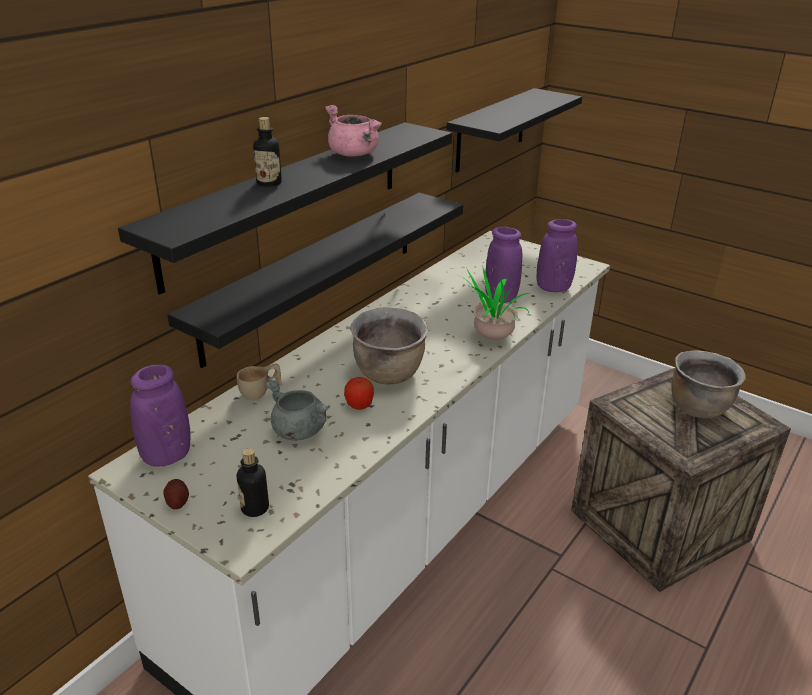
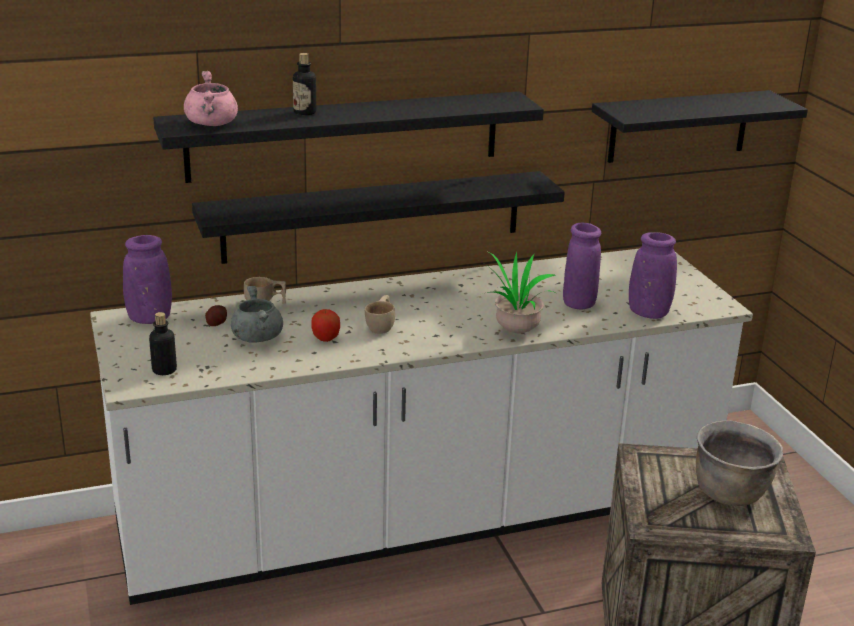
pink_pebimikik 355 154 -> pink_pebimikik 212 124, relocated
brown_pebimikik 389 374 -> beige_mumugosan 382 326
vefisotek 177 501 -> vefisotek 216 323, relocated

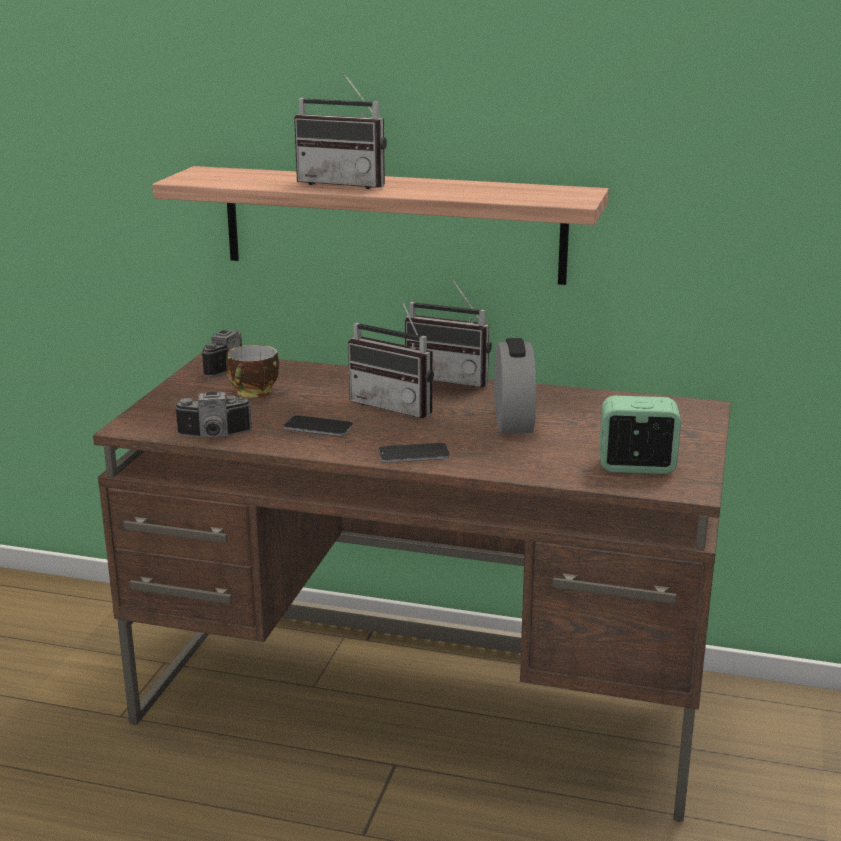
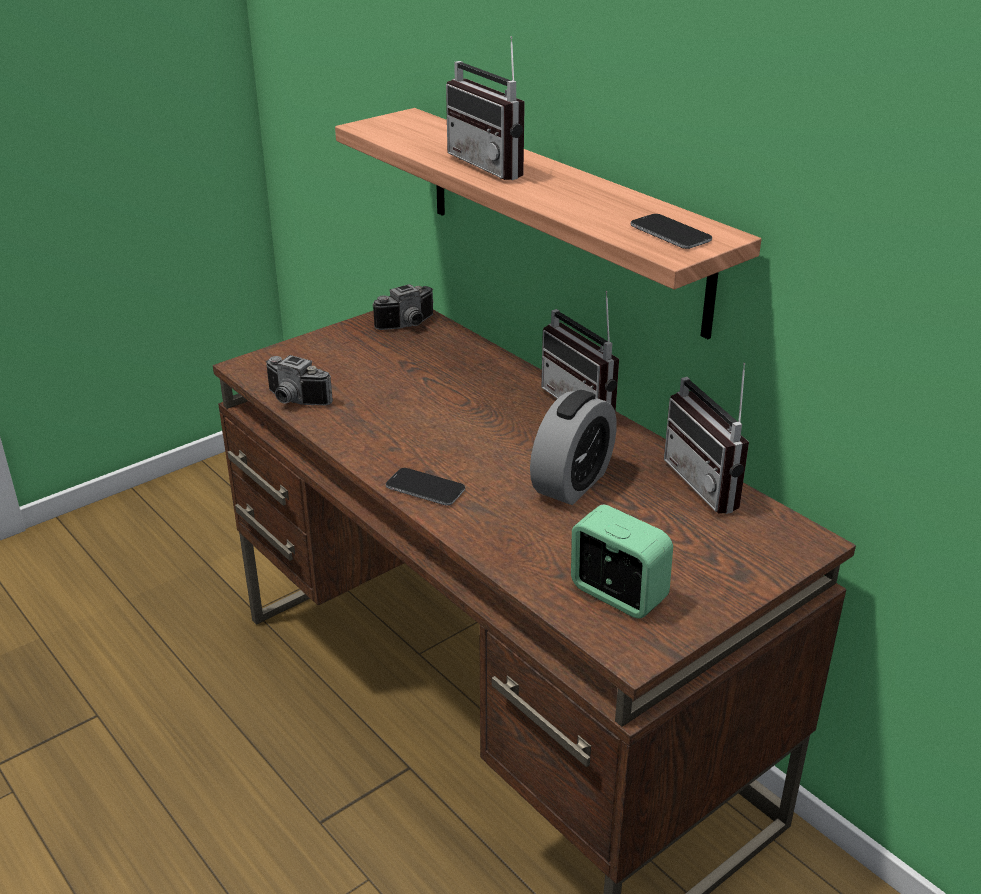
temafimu 397 405 -> temafimu 712 484, relocated
mumugosan 254 392 -> none
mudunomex 318 427 -> mudunomex 670 233, relocated

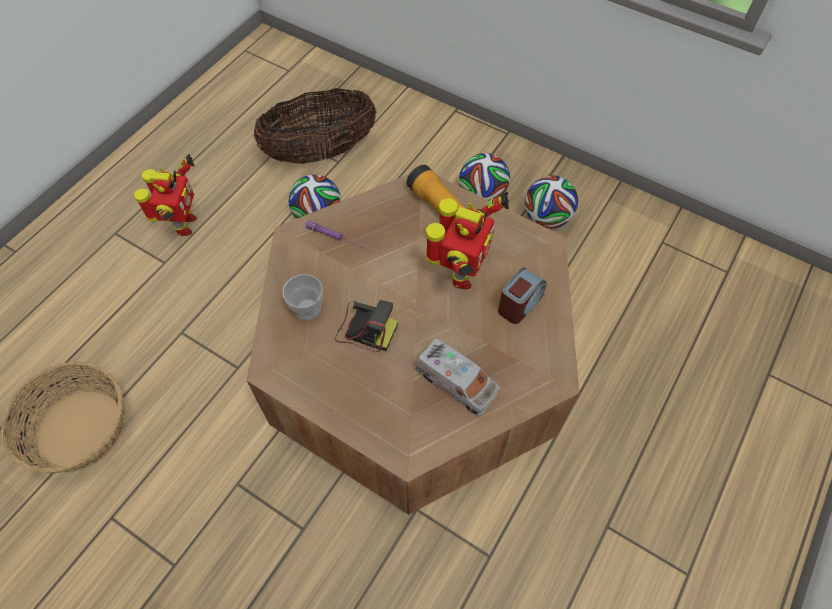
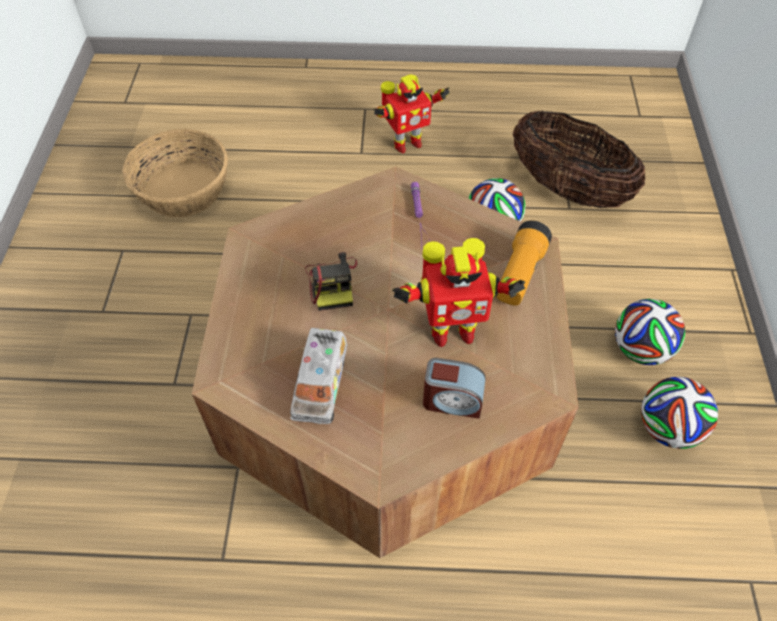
mumugosan 307 309 -> none

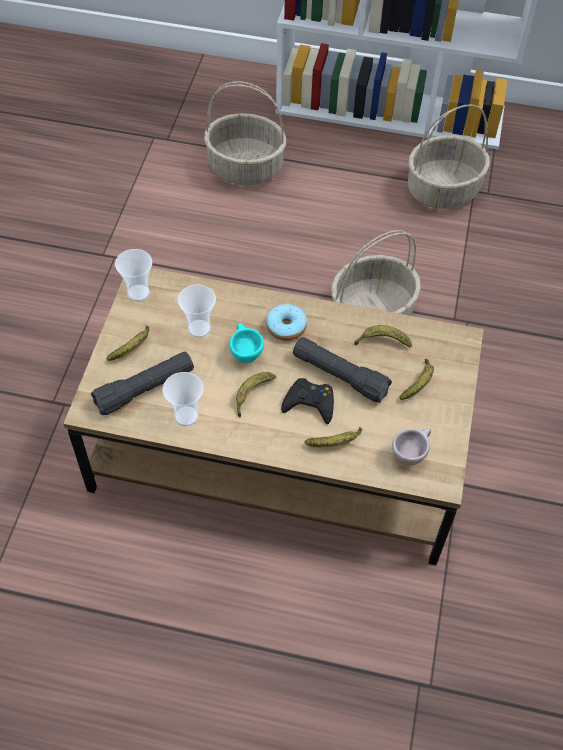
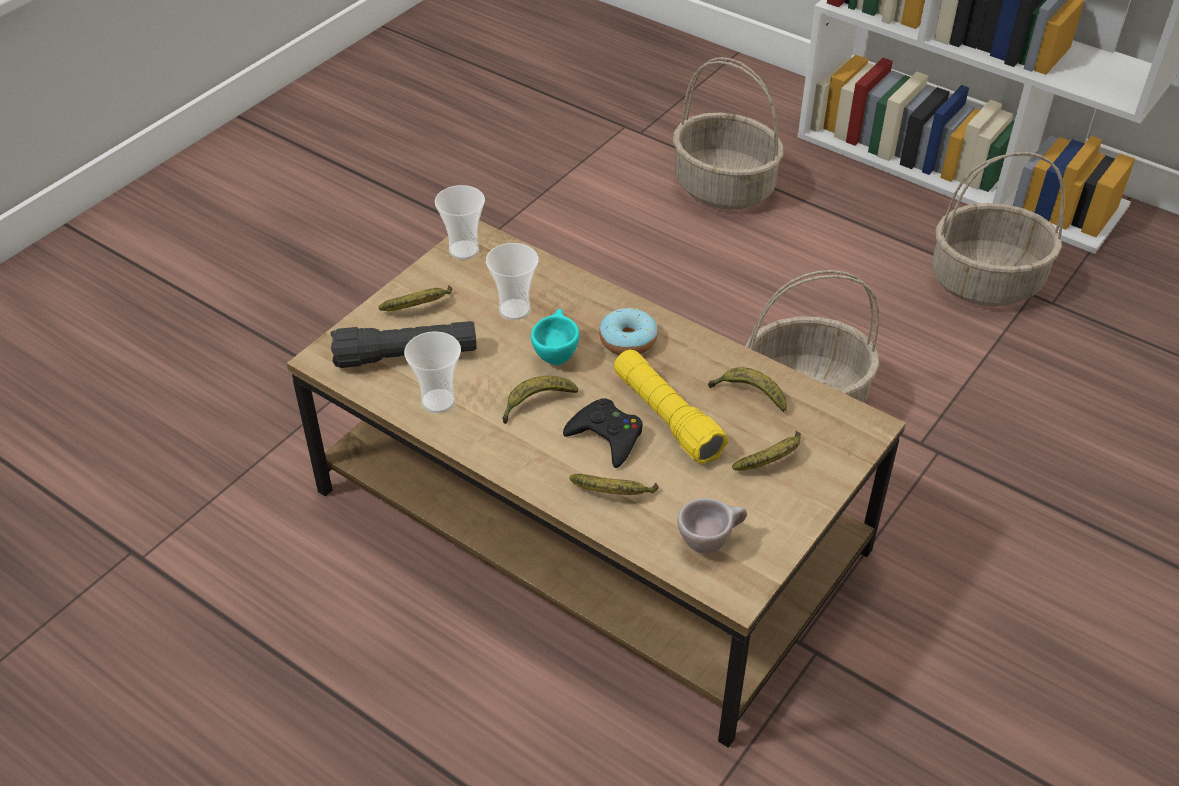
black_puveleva 339 376 -> yellow_puveleva 666 417

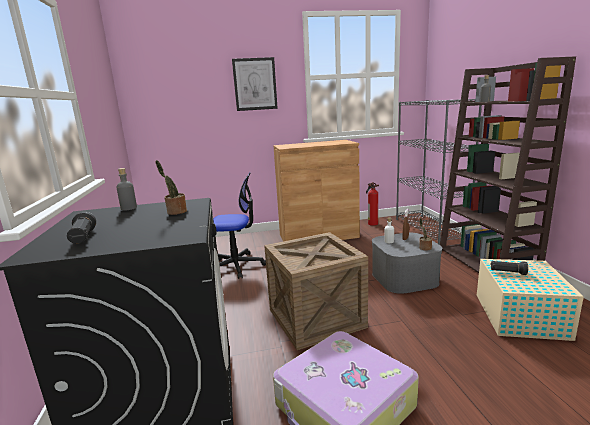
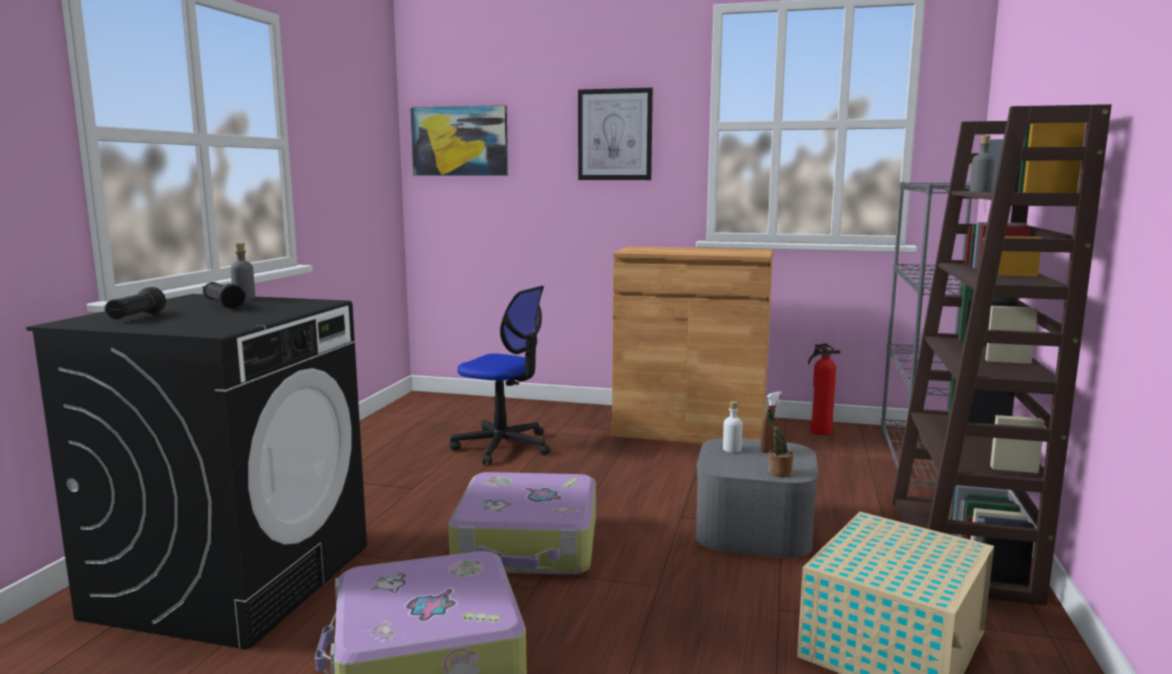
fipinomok 175 212 -> none
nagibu 316 318 -> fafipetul 528 545
black_puveleva 507 272 -> black_puveleva 223 305, relocated
none -> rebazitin 460 141

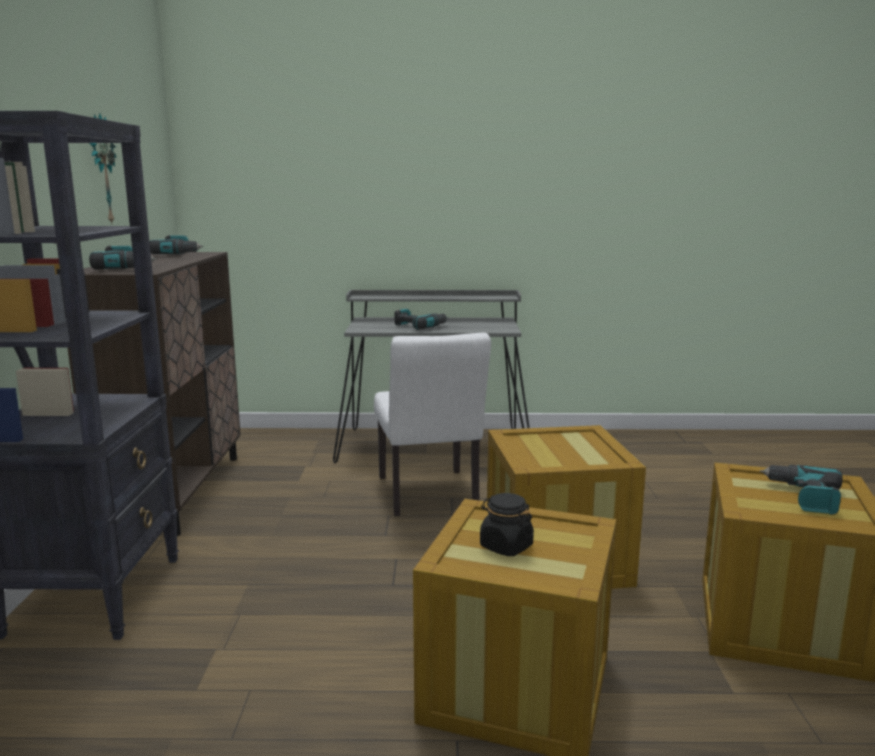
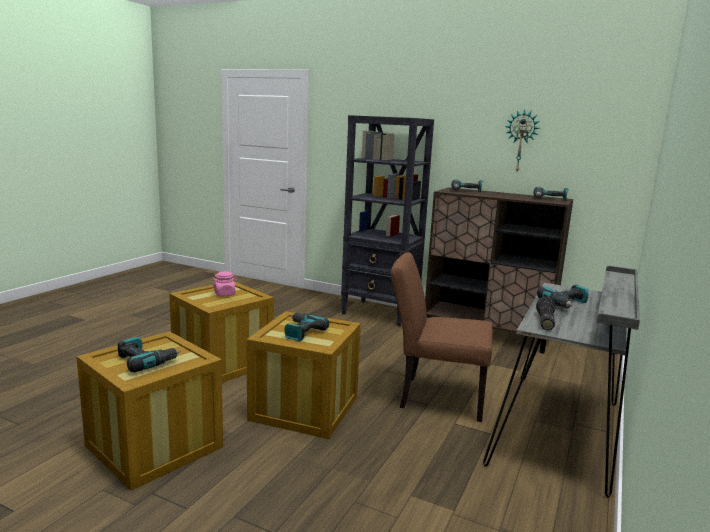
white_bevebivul 429 496 -> brown_bevebivul 434 397
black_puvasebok 506 546 -> pink_puvasebok 225 294
none -> puveleva 544 321
none -> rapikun 301 332

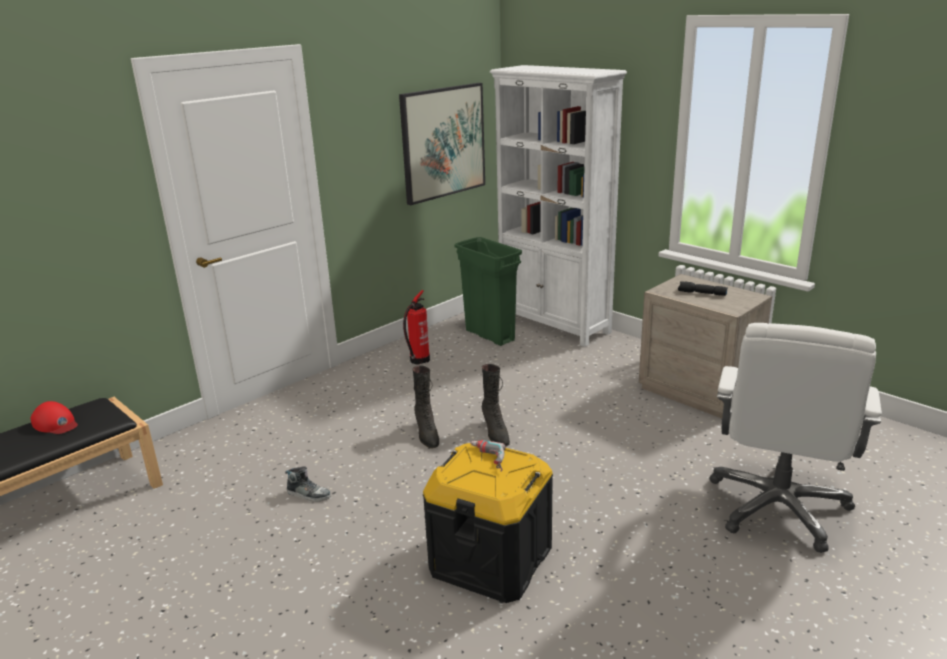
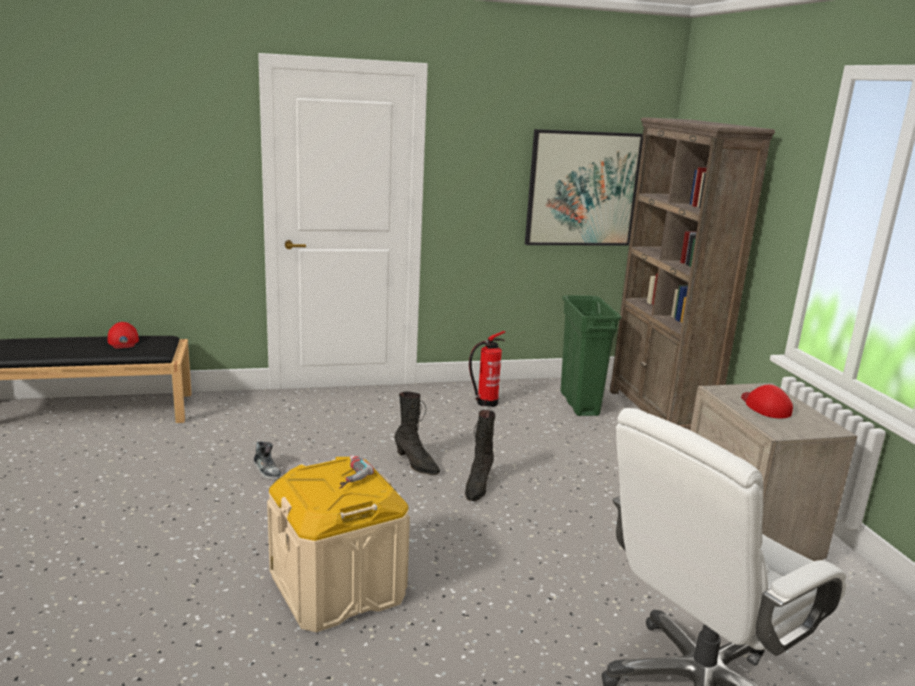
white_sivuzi 554 324 -> brown_sivuzi 659 415
black_puveleva 701 293 -> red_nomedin 765 406
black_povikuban 427 434 -> black_povikuban 416 464, 60 degrees counterclockwise
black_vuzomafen 491 559 -> beige_vuzomafen 338 587

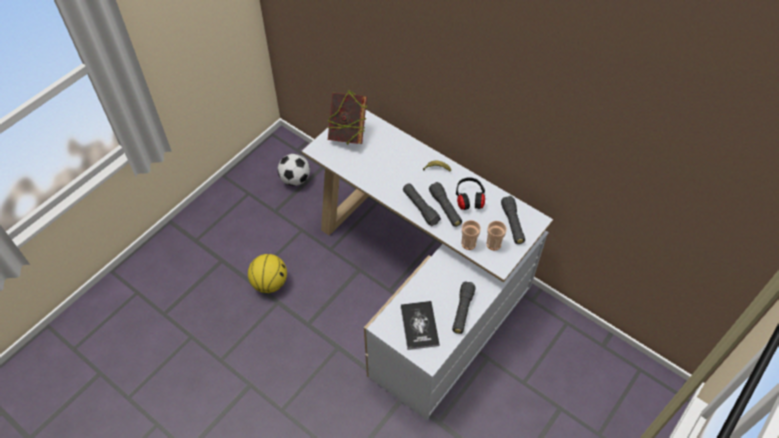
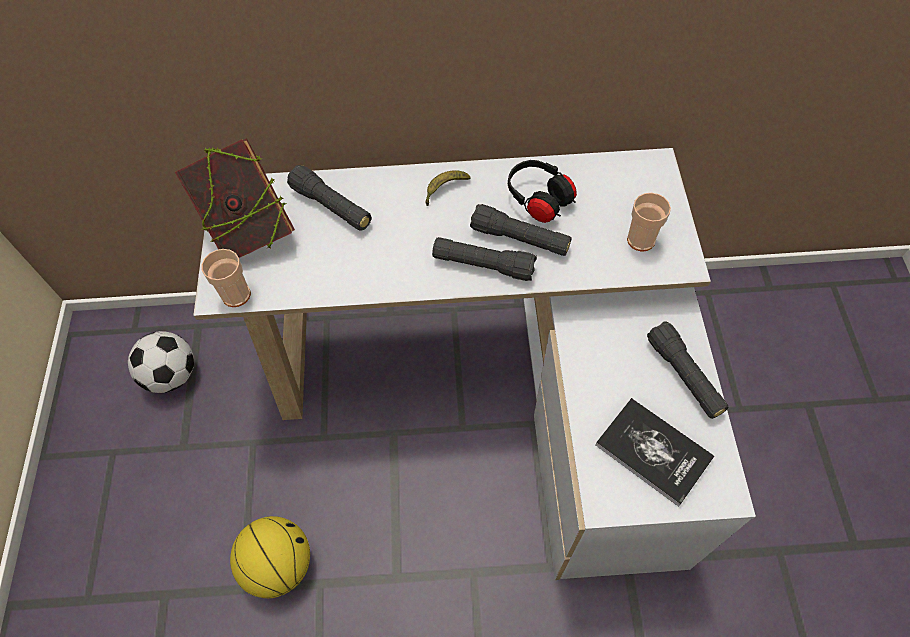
black_puveleva 512 224 -> black_puveleva 332 206, relocated
mumugosan 468 243 -> mumugosan 236 295, relocated

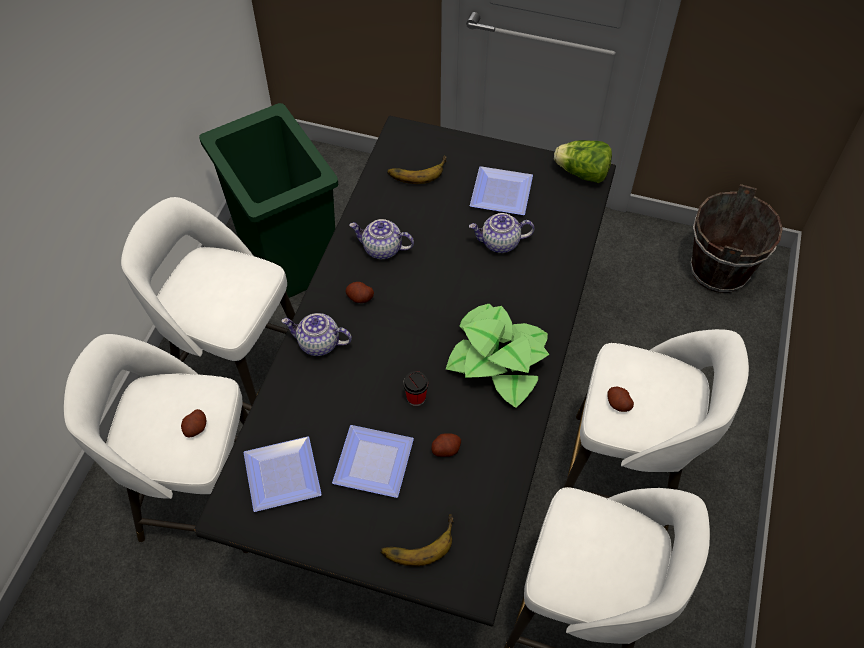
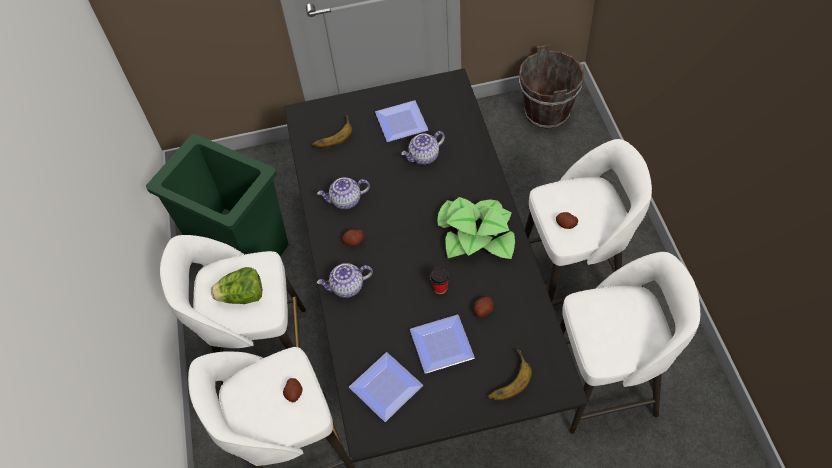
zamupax 582 173 -> zamupax 242 296, relocated

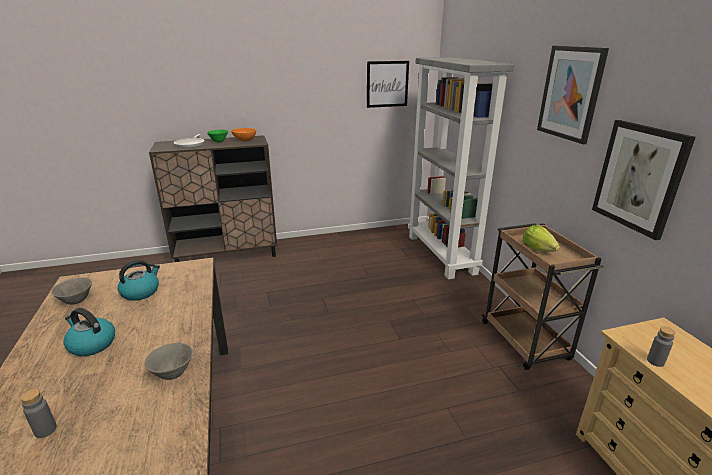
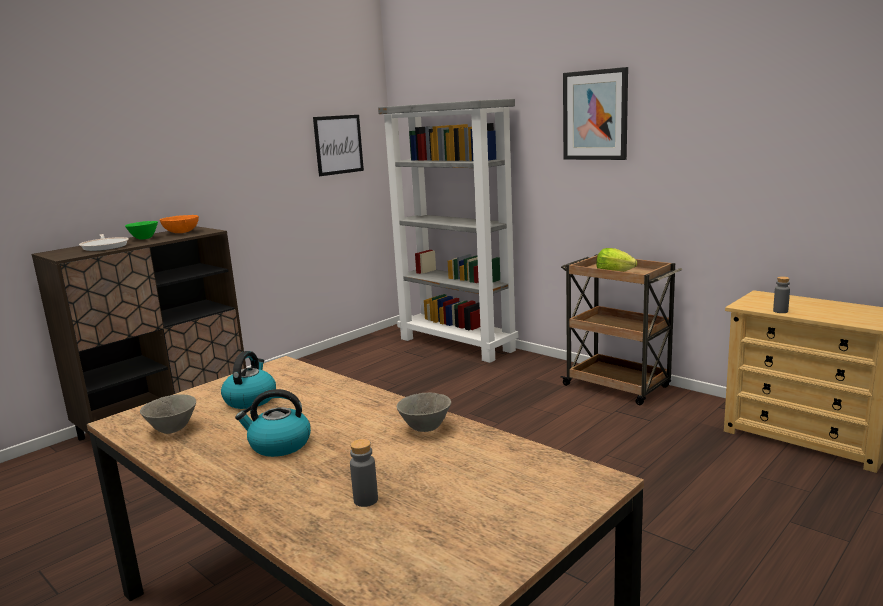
rebazitin 639 177 -> none

